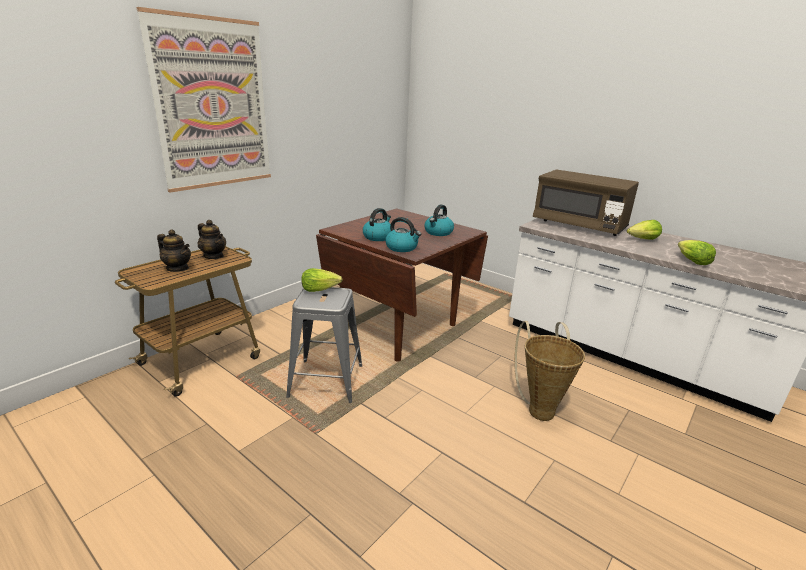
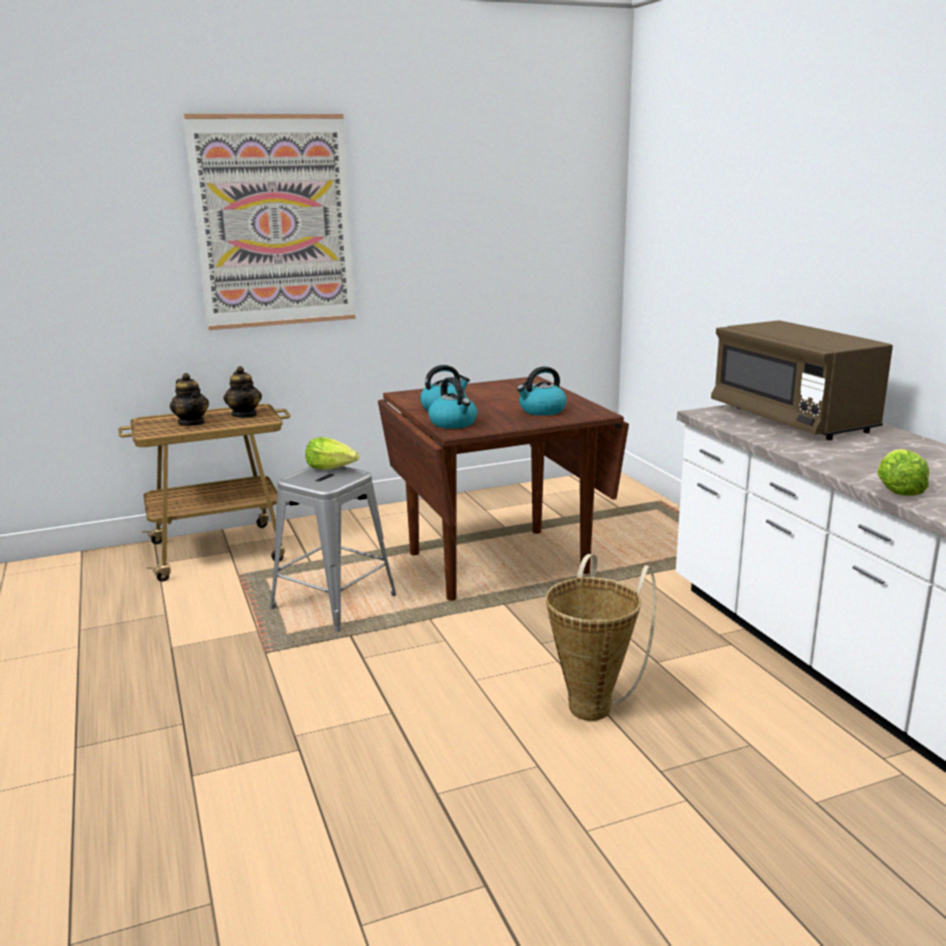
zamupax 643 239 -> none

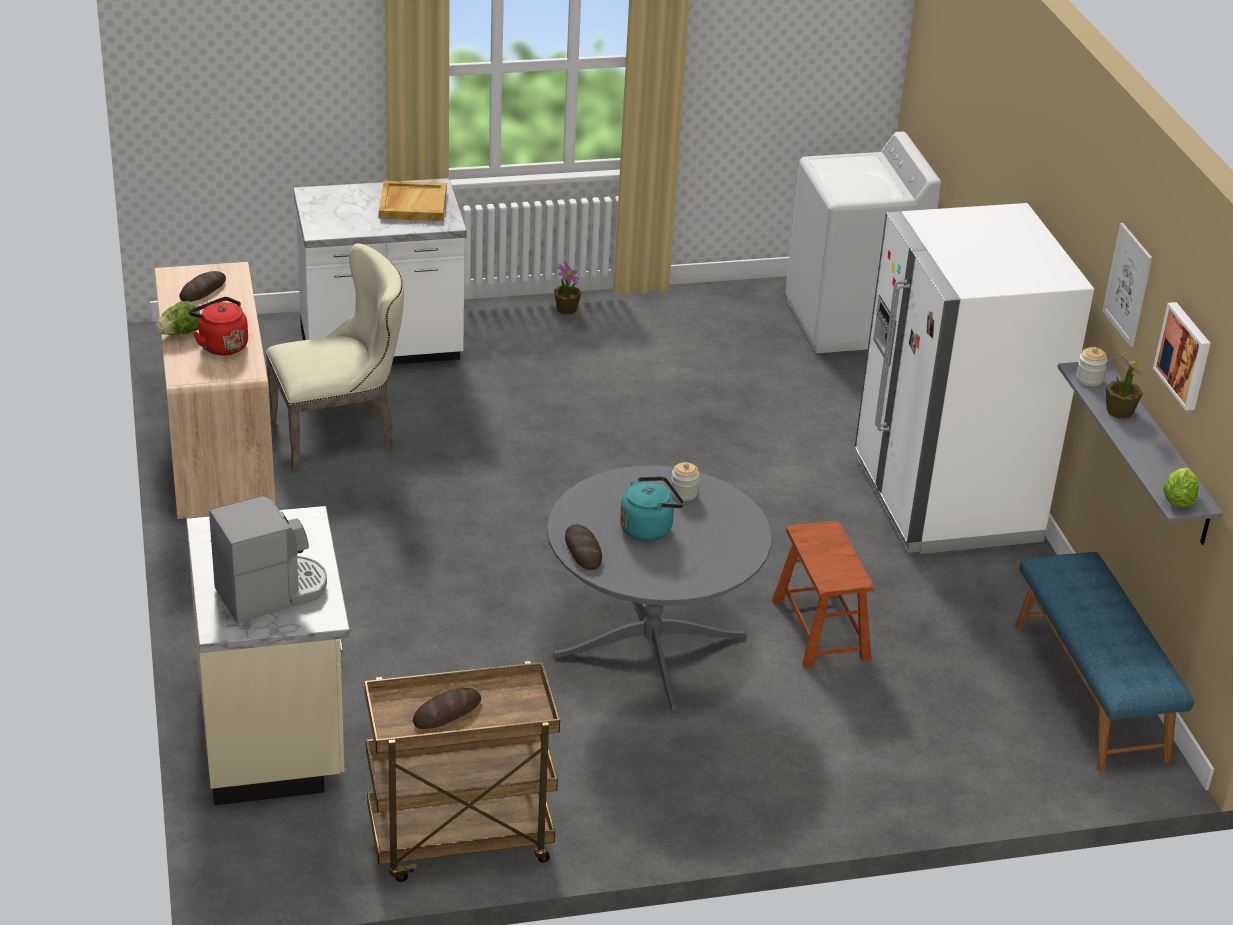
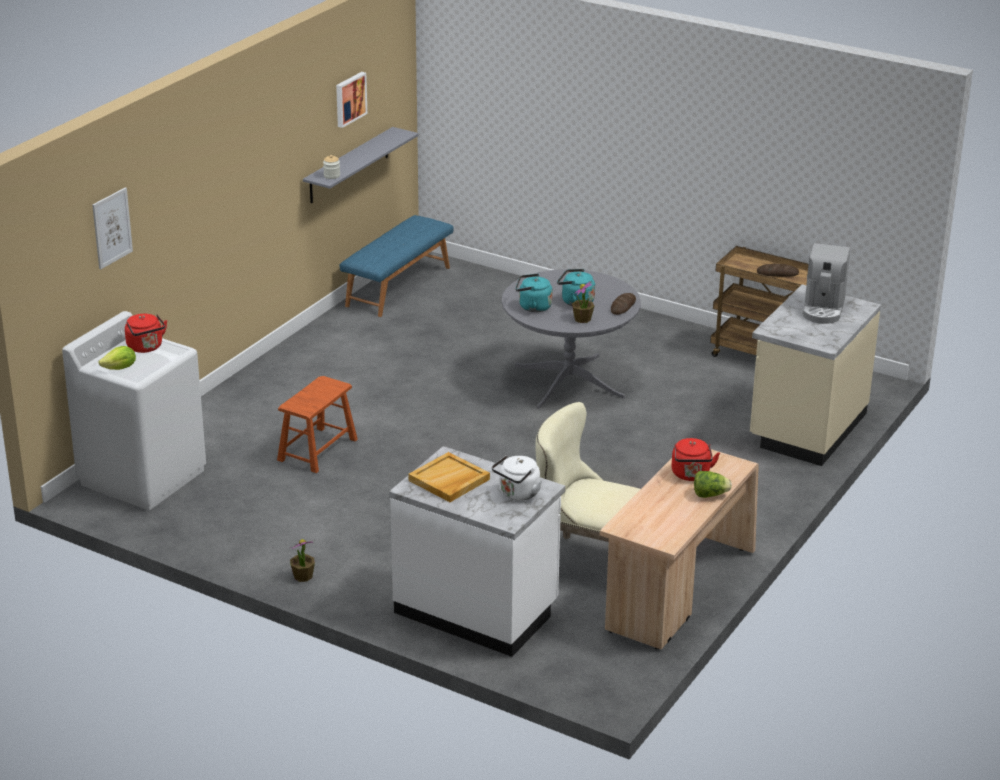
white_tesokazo 945 500 -> none
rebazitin 1128 284 -> rebazitin 112 228, relocated
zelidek 203 290 -> none
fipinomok 1119 411 -> fipinomok 582 319, relocated
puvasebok 684 493 -> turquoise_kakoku 532 307
zamupax 1178 500 -> zamupax 120 368, relocated
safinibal 272 592 -> safinibal 823 309, 90 degrees counterclockwise
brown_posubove 820 629 -> brown_posubove 317 450, relocated
none -> red_kakoku 146 347
none -> white_kakoku 517 494

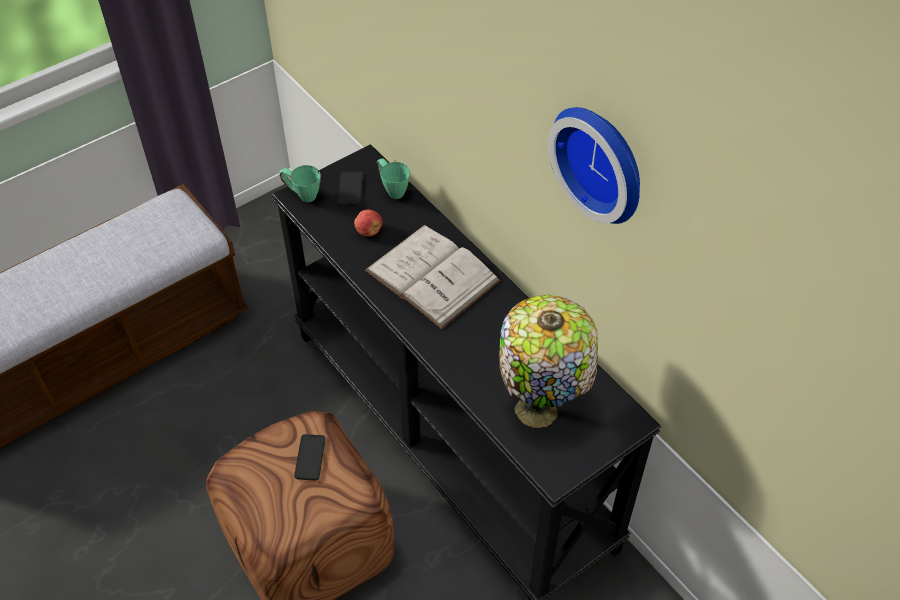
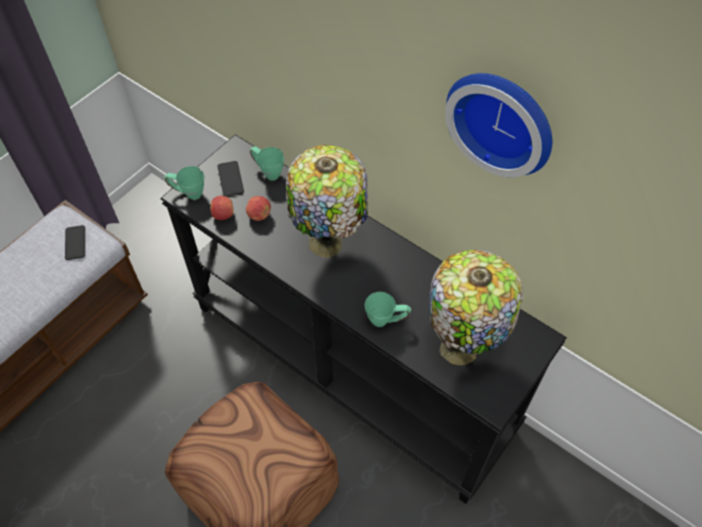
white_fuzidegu 432 275 -> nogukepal 328 244
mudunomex 310 457 -> mudunomex 75 243, relocated
none -> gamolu 223 215
none -> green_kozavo 386 320

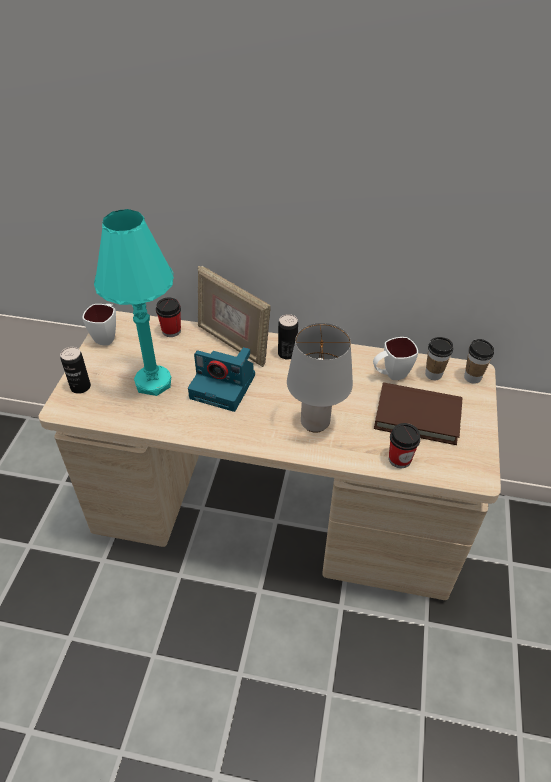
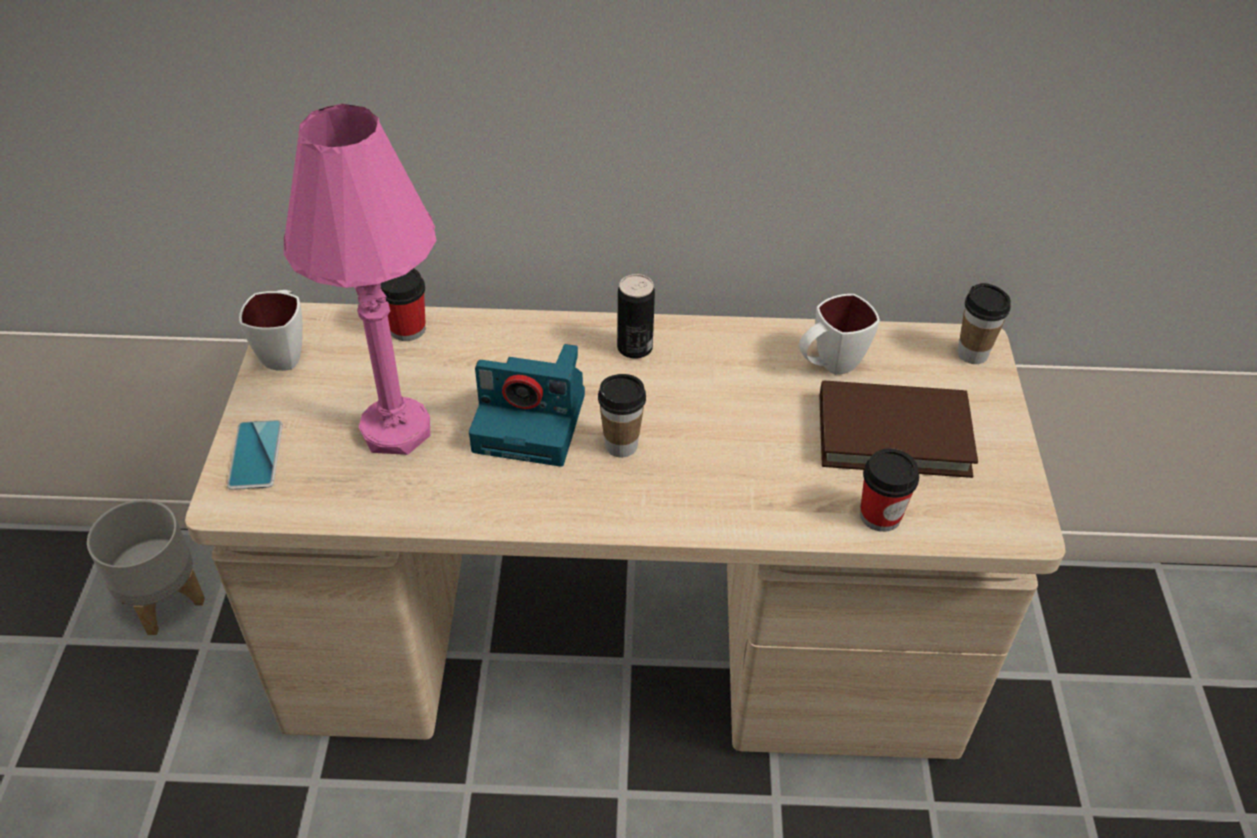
turquoise_nogukepal 153 382 -> pink_nogukepal 395 430
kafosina 233 344 -> none
grey_nogukepal 315 422 -> none
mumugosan 433 374 -> mumugosan 621 445, relocated
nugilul 80 387 -> mudunomex 256 455
none -> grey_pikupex 162 600

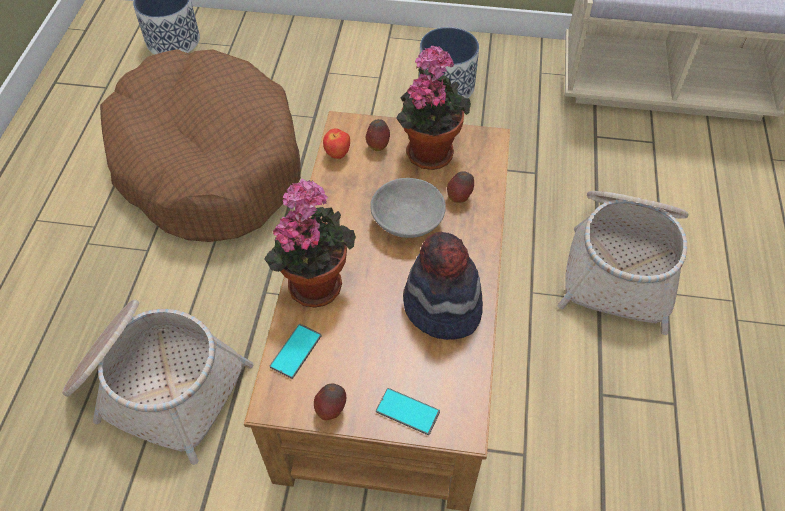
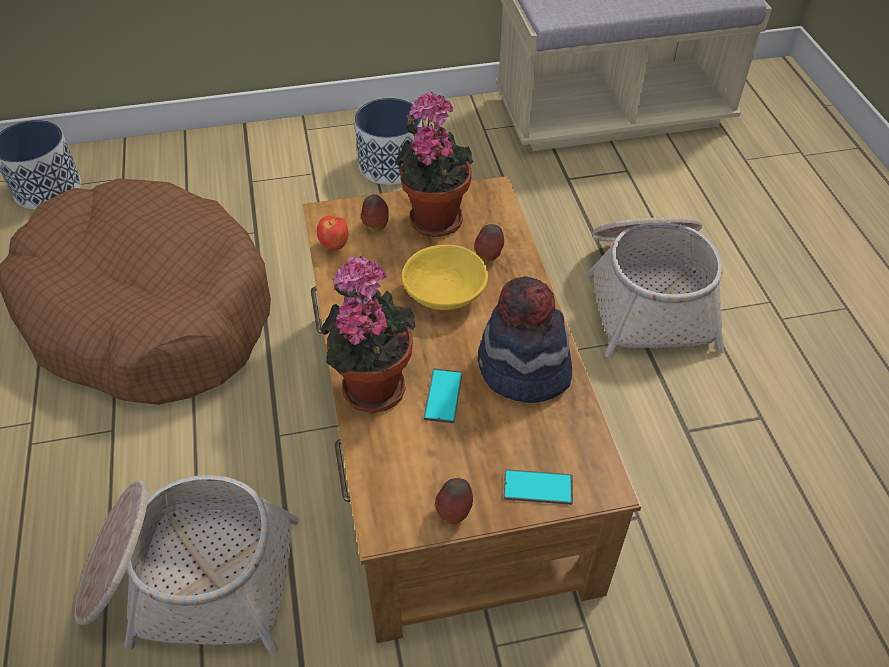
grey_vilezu 407 221 -> yellow_vilezu 444 294
mudunomex 296 351 -> mudunomex 443 396, relocated

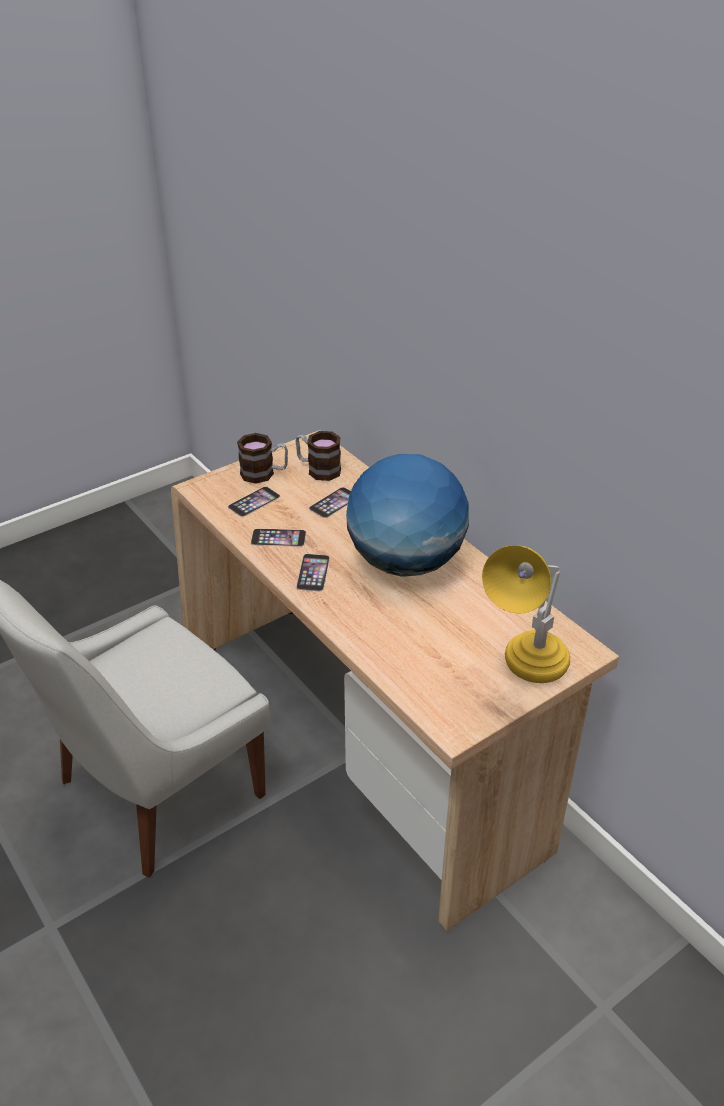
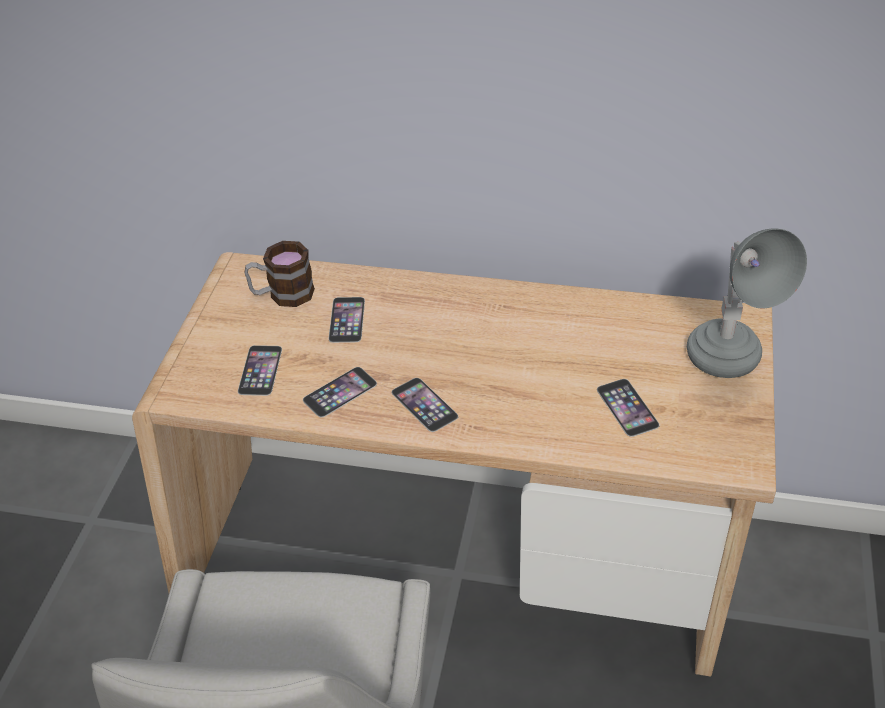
kozavo 264 473 -> none
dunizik 405 562 -> none
yellow_nogukepal 525 672 -> grey_nogukepal 728 370
none -> mudunomex 627 407

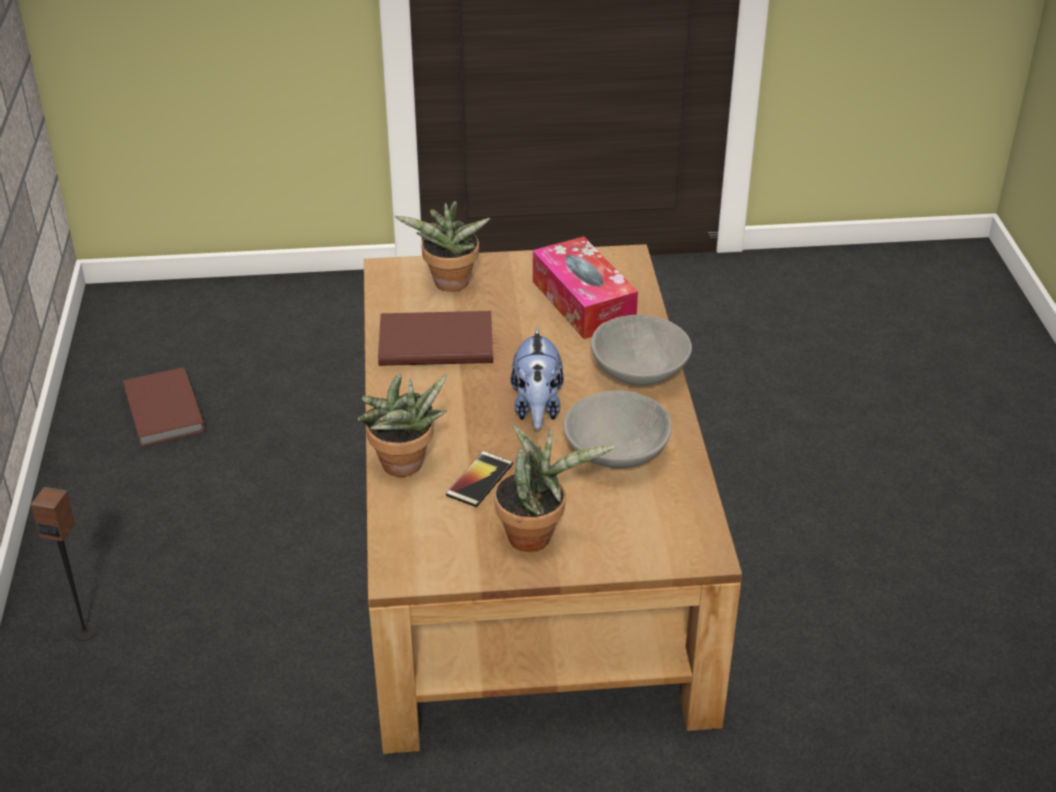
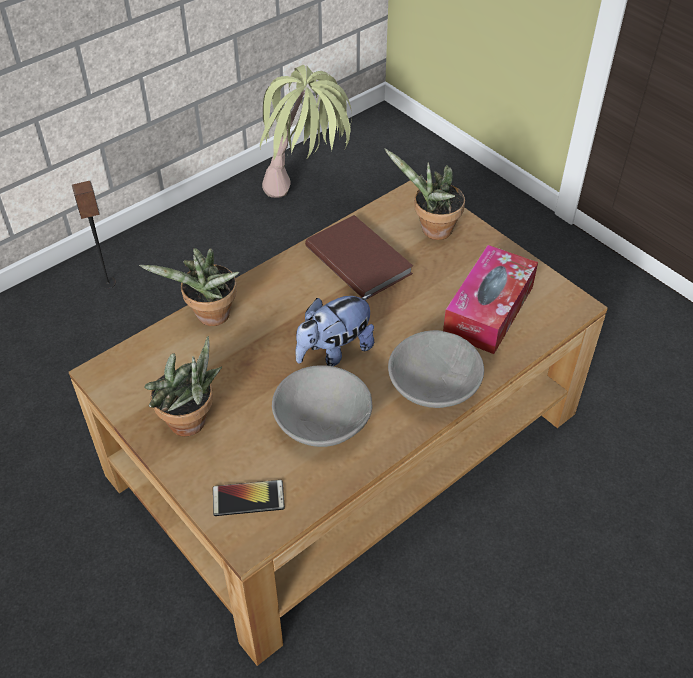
brown_fuzidegu 162 411 -> fipinomok 308 199
mudunomex 479 480 -> mudunomex 248 498, relocated

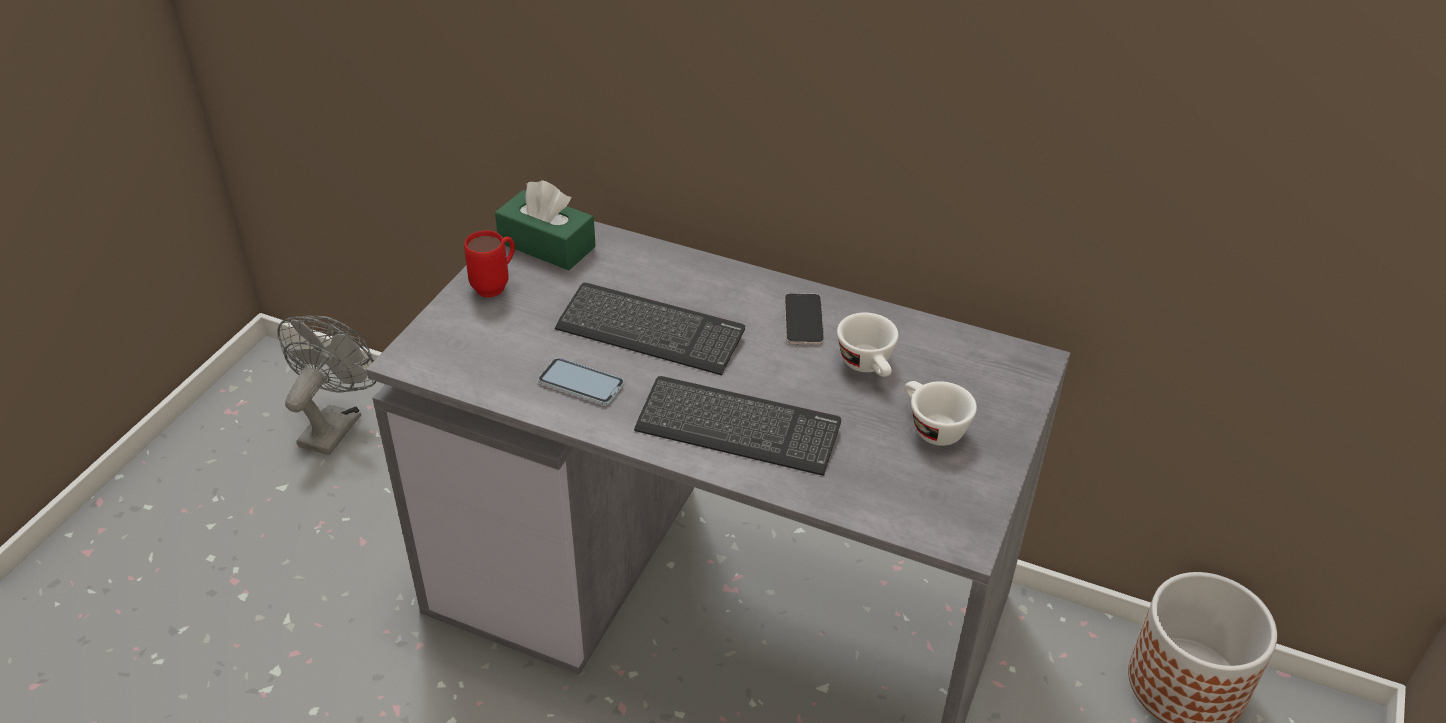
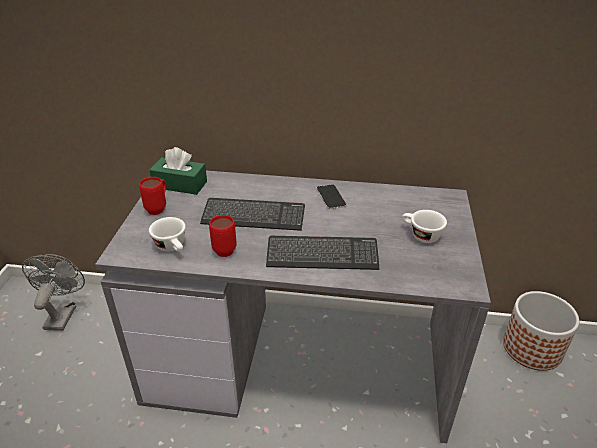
white_mumugosan 869 366 -> white_mumugosan 173 247, relocated
mudunomex 581 383 -> red_kozavo 226 248

